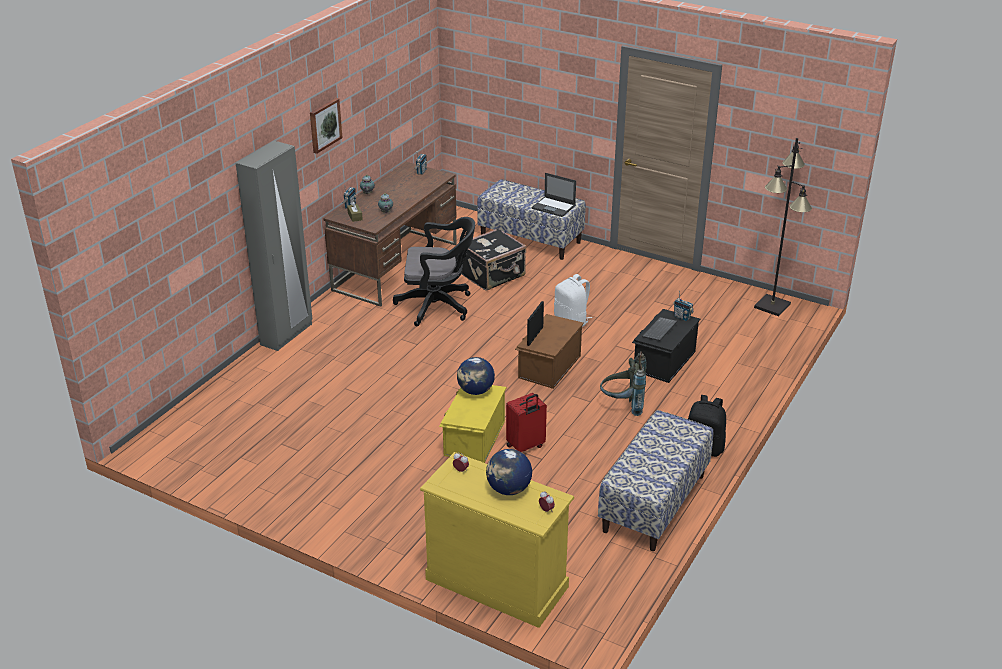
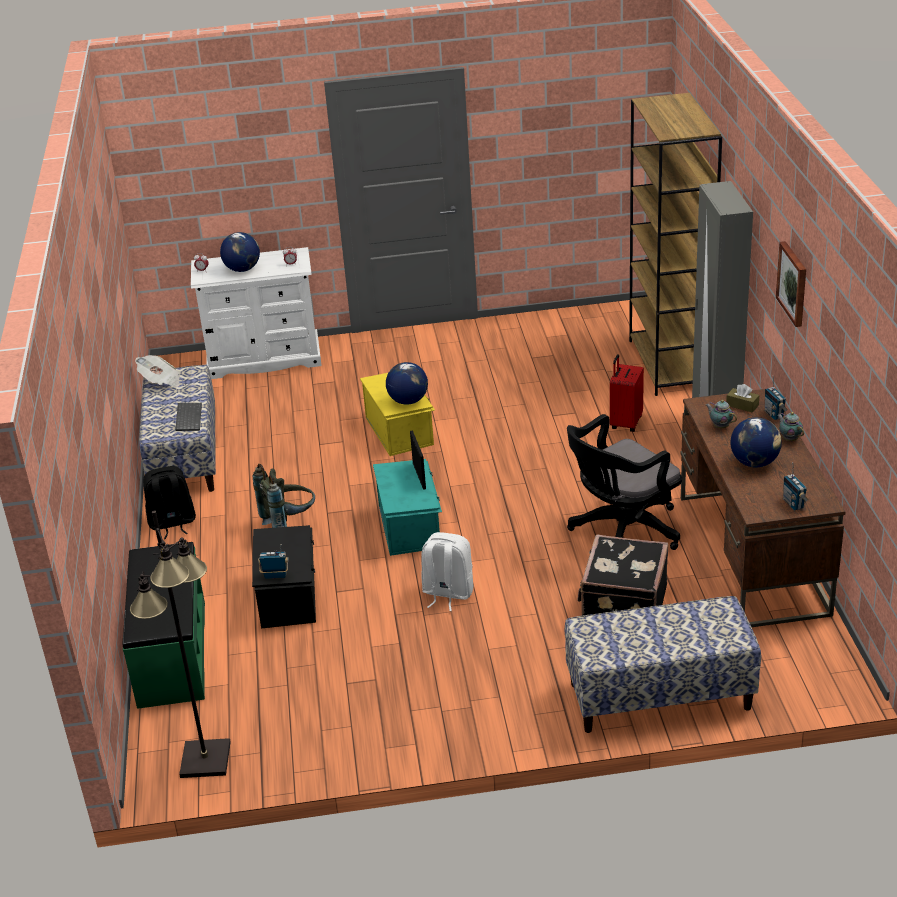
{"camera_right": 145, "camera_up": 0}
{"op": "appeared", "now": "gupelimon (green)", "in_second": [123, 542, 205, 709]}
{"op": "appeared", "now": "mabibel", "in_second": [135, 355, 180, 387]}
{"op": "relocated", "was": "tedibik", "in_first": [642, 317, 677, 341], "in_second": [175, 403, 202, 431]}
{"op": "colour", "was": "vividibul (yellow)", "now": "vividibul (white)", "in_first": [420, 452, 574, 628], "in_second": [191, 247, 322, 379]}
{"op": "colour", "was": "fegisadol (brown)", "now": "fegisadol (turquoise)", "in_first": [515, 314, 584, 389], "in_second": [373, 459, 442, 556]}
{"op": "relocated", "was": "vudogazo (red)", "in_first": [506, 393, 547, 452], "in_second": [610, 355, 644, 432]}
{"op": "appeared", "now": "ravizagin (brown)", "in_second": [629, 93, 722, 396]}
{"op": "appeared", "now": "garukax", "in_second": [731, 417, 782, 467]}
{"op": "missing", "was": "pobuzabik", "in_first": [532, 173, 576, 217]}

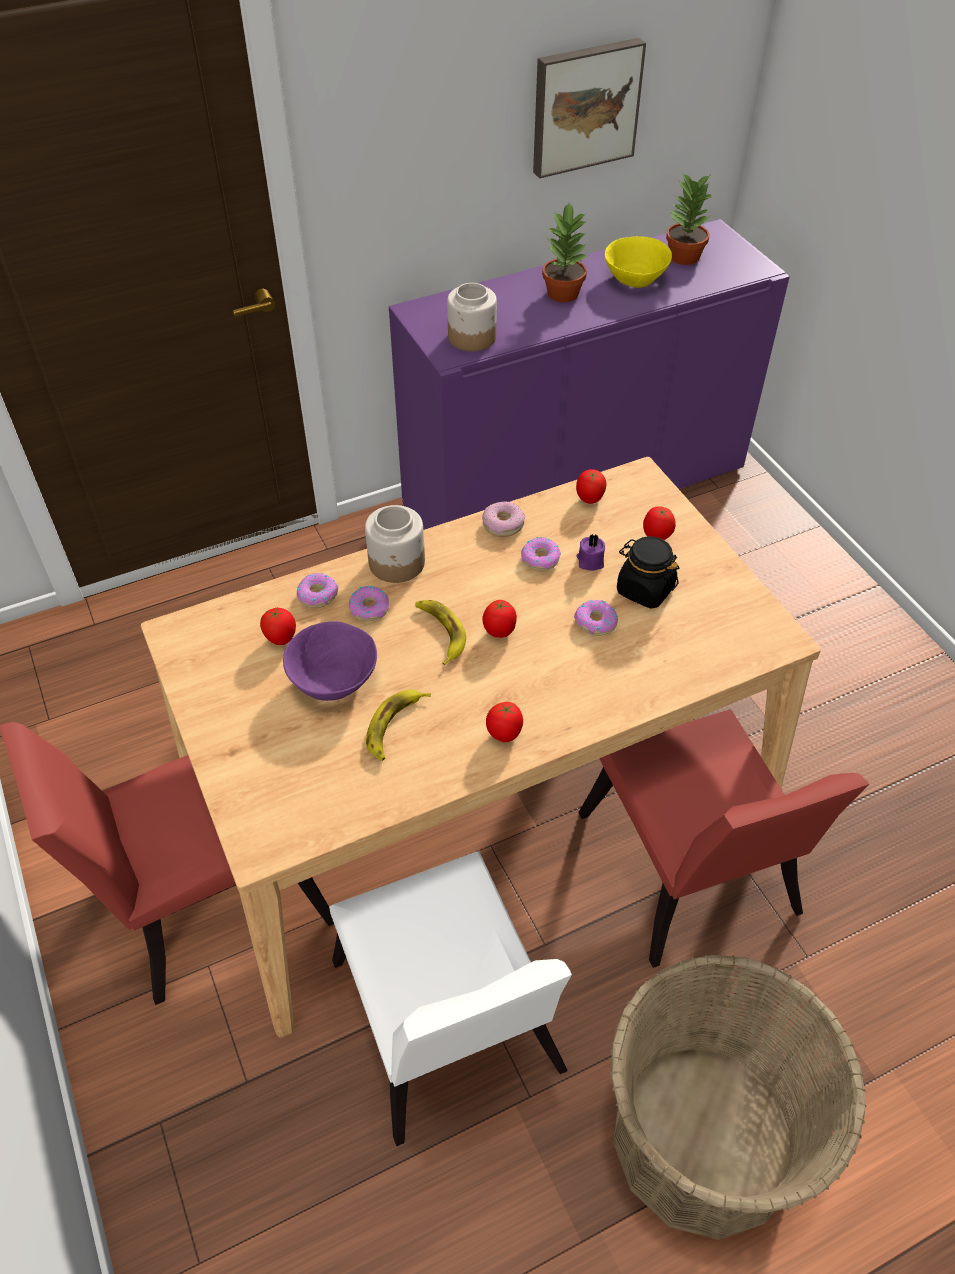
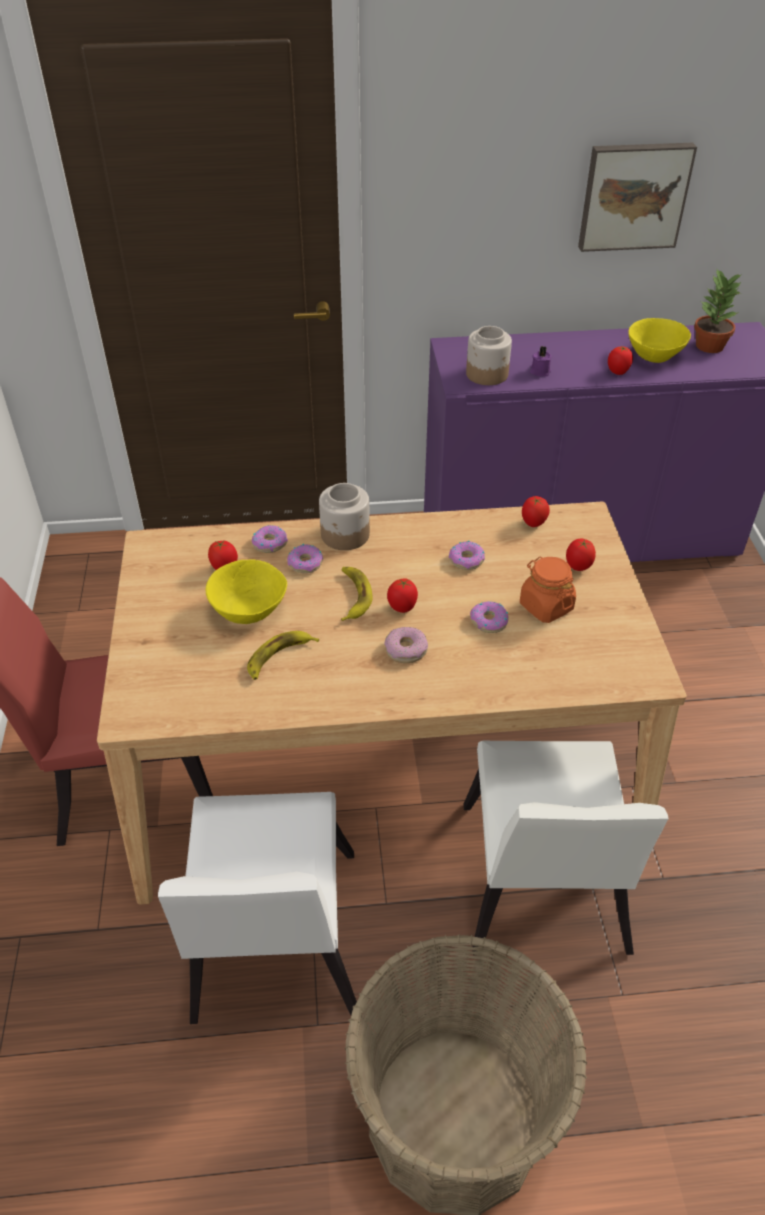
{"camera_right": 20, "camera_up": -5}
{"op": "colour", "was": "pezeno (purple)", "now": "pezeno (yellow)", "in_first": [283, 621, 377, 701], "in_second": [206, 559, 287, 624]}
{"op": "relocated", "was": "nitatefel", "in_first": [482, 501, 525, 537], "in_second": [384, 627, 428, 663]}
{"op": "colour", "was": "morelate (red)", "now": "morelate (white)", "in_first": [578, 709, 869, 968], "in_second": [464, 741, 669, 955]}
{"op": "colour", "was": "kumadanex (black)", "now": "kumadanex (orange)", "in_first": [617, 536, 679, 609], "in_second": [520, 556, 576, 623]}
{"op": "relocated", "was": "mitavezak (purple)", "in_first": [577, 534, 605, 571], "in_second": [530, 346, 552, 376]}
{"op": "relocated", "was": "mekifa", "in_first": [486, 702, 523, 742], "in_second": [608, 346, 633, 375]}
{"op": "missing", "was": "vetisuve", "in_first": [542, 201, 590, 302]}

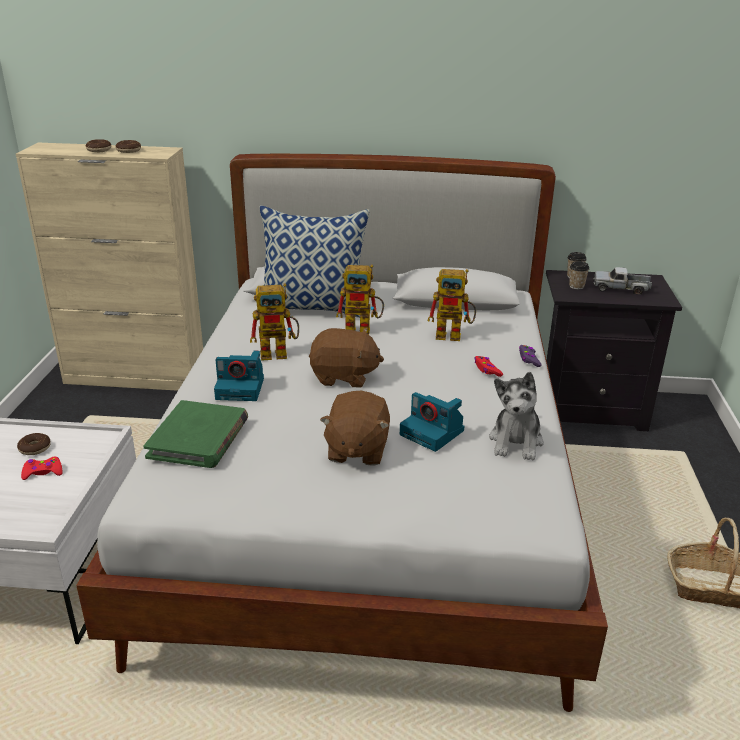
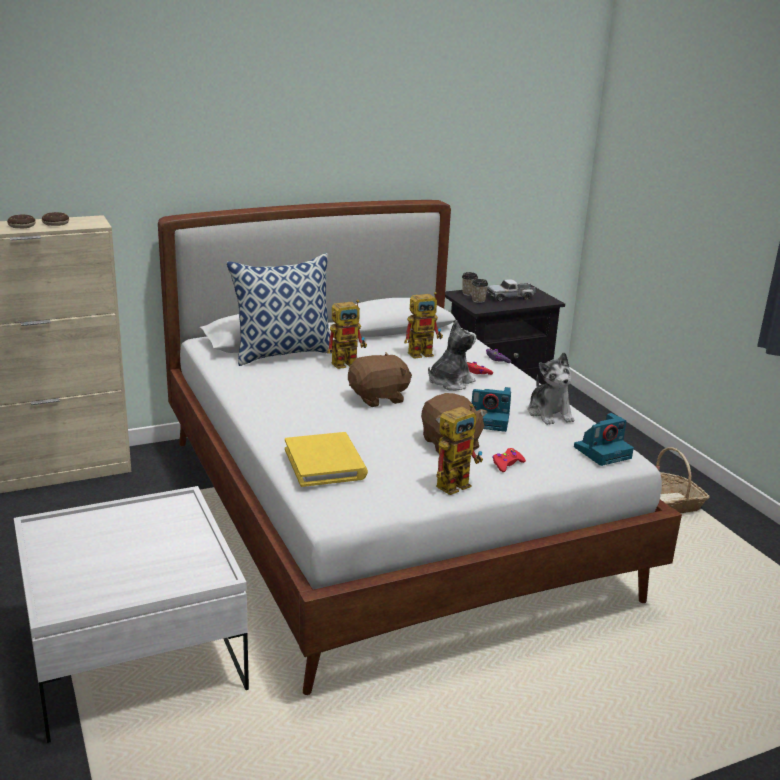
{"camera_right": -30, "camera_up": -5}
{"op": "colour", "was": "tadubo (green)", "now": "tadubo (yellow)", "in_first": [143, 400, 248, 468], "in_second": [285, 432, 368, 487]}
{"op": "appeared", "now": "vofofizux", "in_second": [428, 320, 477, 391]}
{"op": "relocated", "was": "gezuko", "in_first": [250, 283, 299, 361], "in_second": [436, 404, 483, 495]}
{"op": "relocated", "was": "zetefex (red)", "in_first": [21, 457, 62, 480], "in_second": [492, 448, 526, 472]}
{"op": "relocated", "was": "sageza", "in_first": [214, 351, 264, 401], "in_second": [574, 413, 634, 466]}
{"op": "missing", "was": "nitatefel", "in_first": [17, 433, 50, 455]}

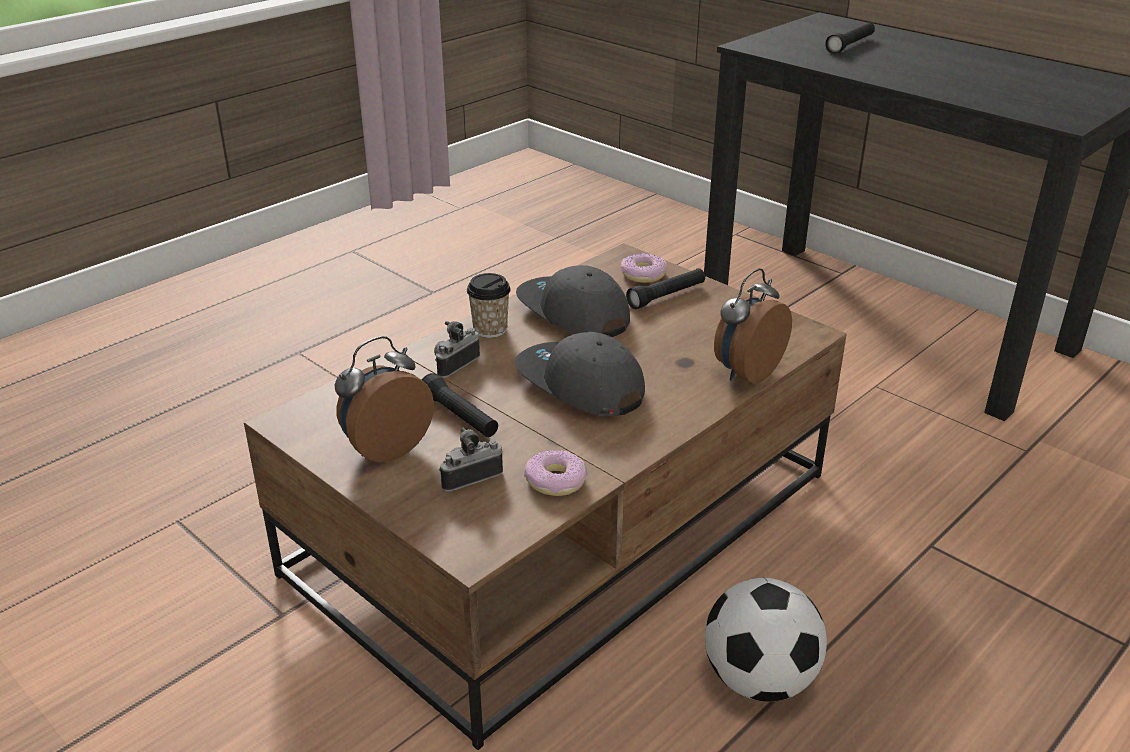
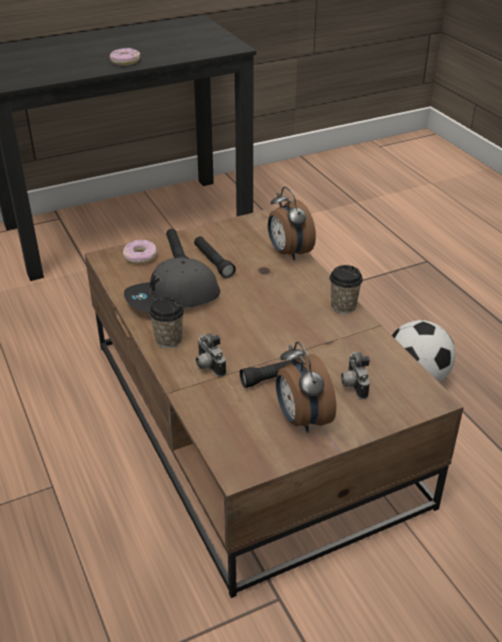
{"camera_right": -70, "camera_up": 5}
{"op": "relocated", "was": "nitatefel", "in_first": [524, 450, 587, 496], "in_second": [110, 48, 140, 66]}
{"op": "relocated", "was": "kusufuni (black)", "in_first": [825, 22, 875, 54], "in_second": [194, 236, 236, 278]}
{"op": "appeared", "now": "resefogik", "in_second": [329, 265, 363, 314]}
{"op": "missing", "was": "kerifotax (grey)", "in_first": [515, 332, 645, 416]}

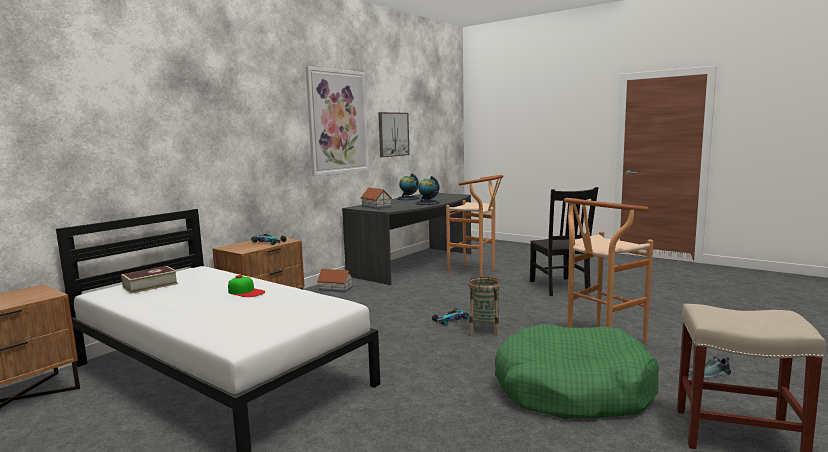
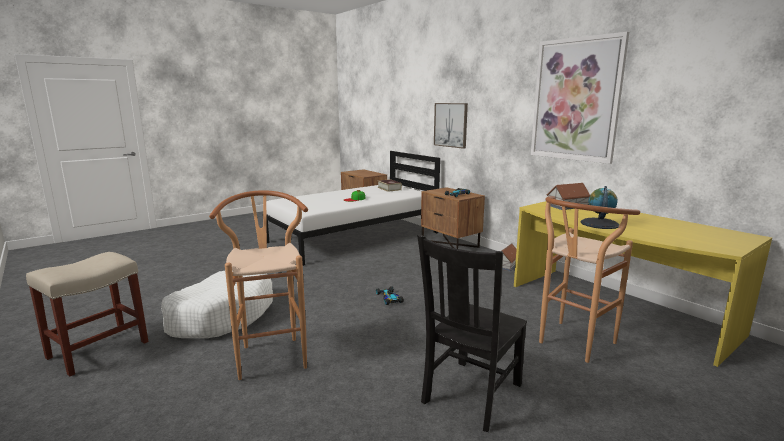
{"camera_right": 105, "camera_up": 5}
{"op": "colour", "was": "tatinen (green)", "now": "tatinen (white)", "in_first": [495, 324, 659, 419], "in_second": [161, 271, 273, 338]}
{"op": "spun", "was": "morelate (black)", "in_first": [530, 187, 599, 296], "in_second": [418, 235, 527, 432], "clockwise": -60}
{"op": "relocated", "was": "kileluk", "in_first": [378, 112, 410, 157], "in_second": [434, 103, 468, 149]}
{"op": "colour", "was": "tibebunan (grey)", "now": "tibebunan (yellow)", "in_first": [342, 193, 471, 285], "in_second": [514, 201, 772, 367]}
{"op": "missing", "was": "garukax", "in_first": [397, 173, 419, 200]}
{"op": "missing", "was": "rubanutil", "in_first": [468, 277, 500, 336]}
{"op": "missing", "was": "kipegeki", "in_first": [689, 356, 731, 378]}

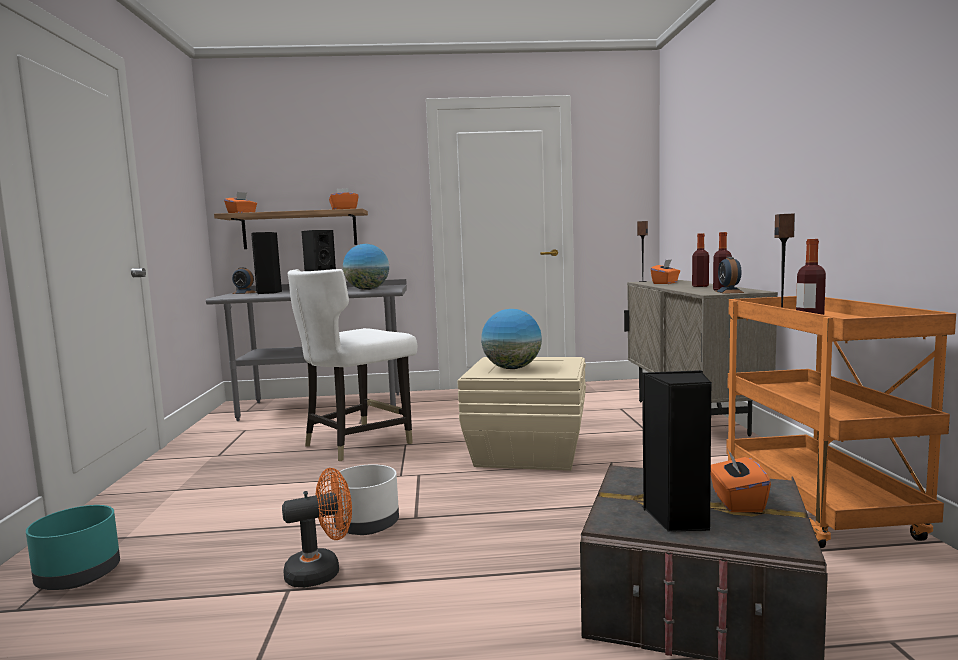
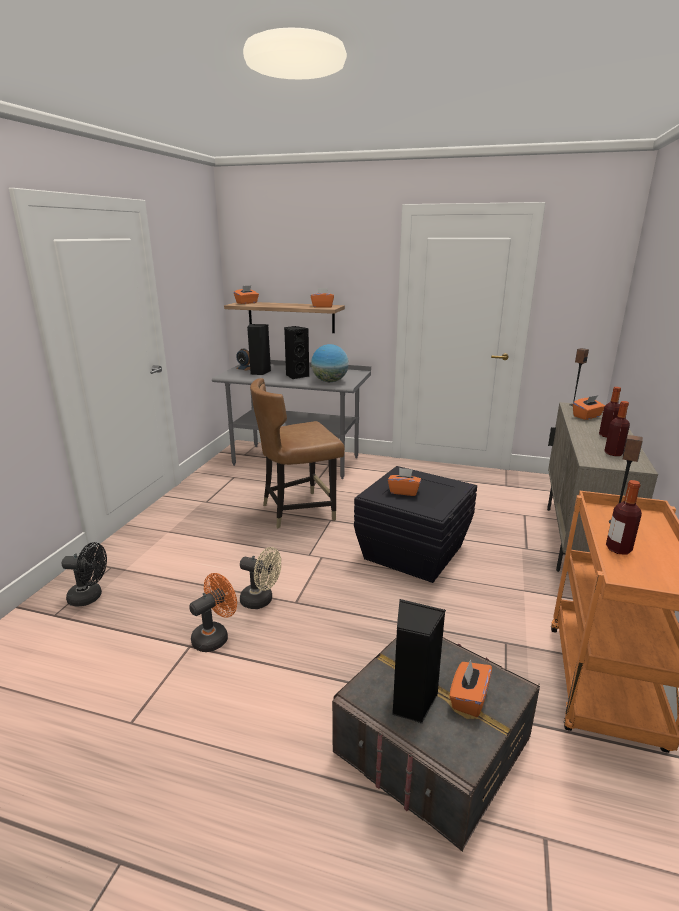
{"camera_right": 20, "camera_up": 15}
{"op": "exchanged", "was": "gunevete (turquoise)", "now": "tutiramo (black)", "in_first": [26, 505, 120, 590], "in_second": [61, 542, 107, 606]}
{"op": "spun", "was": "tutiramo (orange)", "in_first": [282, 468, 352, 588], "in_second": [189, 573, 237, 652], "clockwise": -45}
{"op": "exchanged", "was": "gunevete (white)", "now": "tutiramo (beige)", "in_first": [333, 464, 399, 535], "in_second": [240, 547, 281, 609]}
{"op": "colour", "was": "morelate (white)", "now": "morelate (brown)", "in_first": [288, 269, 417, 461], "in_second": [250, 378, 345, 528]}
{"op": "colour", "was": "fegisadol (beige)", "now": "fegisadol (black)", "in_first": [457, 357, 586, 471], "in_second": [354, 466, 477, 583]}
{"op": "exchanged", "was": "garukax", "now": "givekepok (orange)", "in_first": [481, 309, 542, 369], "in_second": [388, 468, 421, 496]}
{"op": "missing", "was": "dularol", "in_first": [715, 257, 744, 294]}

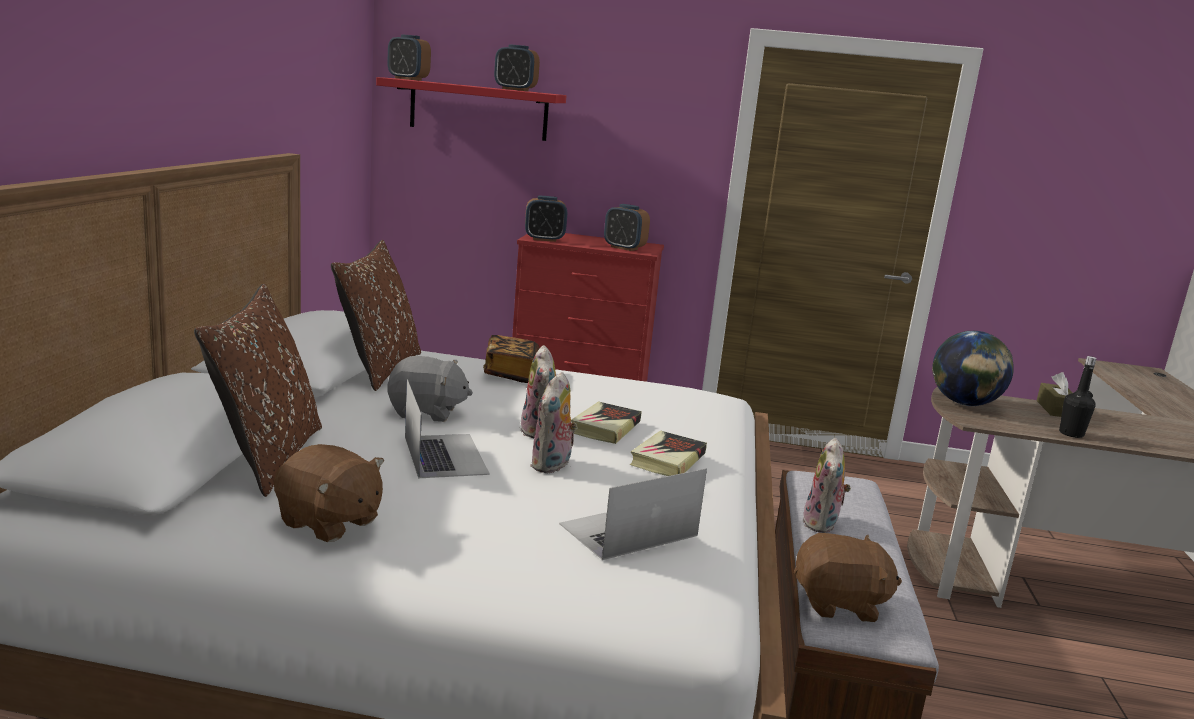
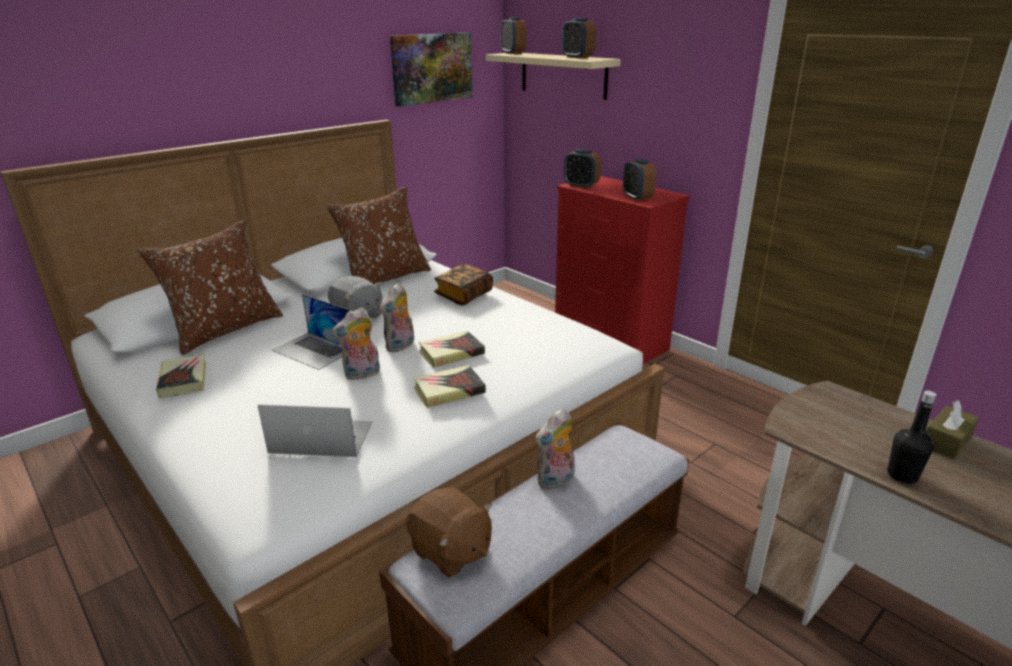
{"camera_right": 40, "camera_up": 10}
{"op": "exchanged", "was": "vofofizux (brown)", "now": "tadubo", "in_first": [274, 444, 384, 542], "in_second": [156, 354, 206, 398]}
{"op": "spun", "was": "pobuzabik", "in_first": [405, 379, 490, 478], "in_second": [272, 294, 350, 370], "clockwise": 105}
{"op": "appeared", "now": "kileluk", "in_second": [390, 32, 473, 107]}
{"op": "colour", "was": "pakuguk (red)", "now": "pakuguk (beige)", "in_first": [376, 77, 566, 141], "in_second": [486, 53, 621, 100]}
{"op": "missing", "was": "garukax", "in_first": [932, 331, 1014, 406]}

